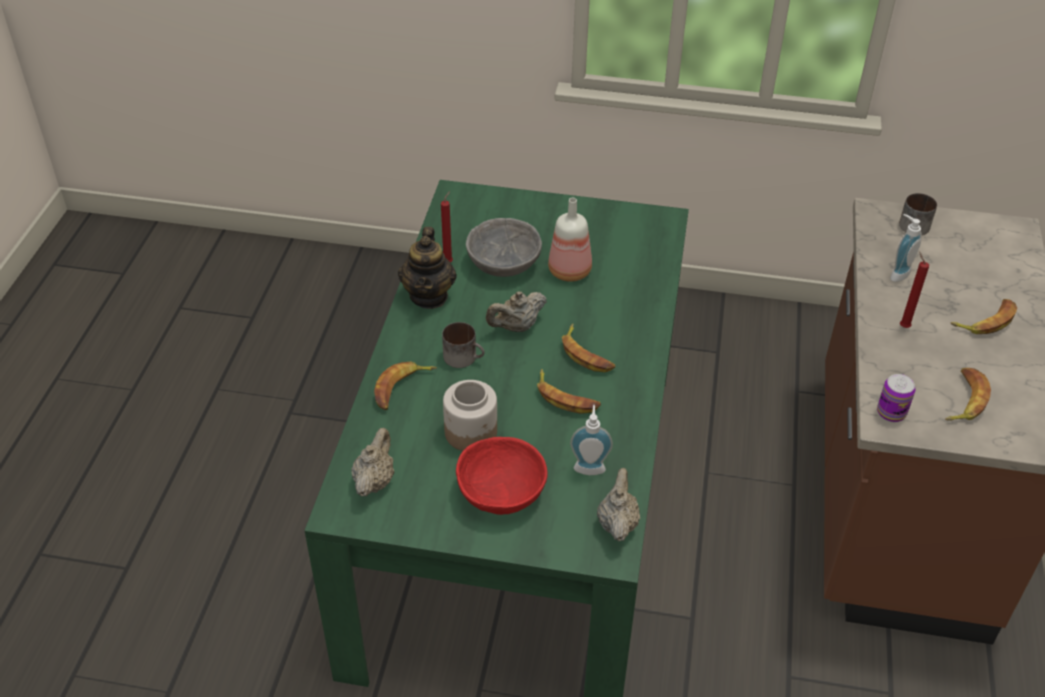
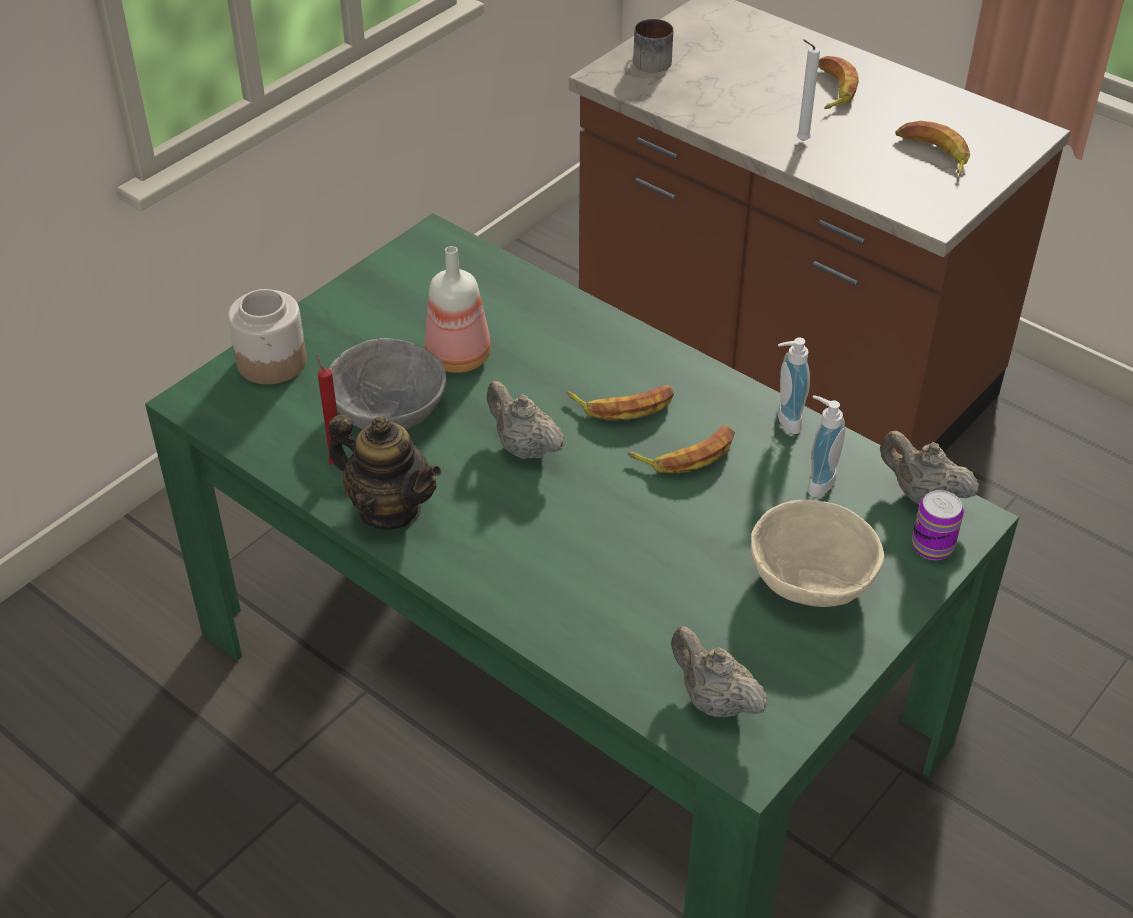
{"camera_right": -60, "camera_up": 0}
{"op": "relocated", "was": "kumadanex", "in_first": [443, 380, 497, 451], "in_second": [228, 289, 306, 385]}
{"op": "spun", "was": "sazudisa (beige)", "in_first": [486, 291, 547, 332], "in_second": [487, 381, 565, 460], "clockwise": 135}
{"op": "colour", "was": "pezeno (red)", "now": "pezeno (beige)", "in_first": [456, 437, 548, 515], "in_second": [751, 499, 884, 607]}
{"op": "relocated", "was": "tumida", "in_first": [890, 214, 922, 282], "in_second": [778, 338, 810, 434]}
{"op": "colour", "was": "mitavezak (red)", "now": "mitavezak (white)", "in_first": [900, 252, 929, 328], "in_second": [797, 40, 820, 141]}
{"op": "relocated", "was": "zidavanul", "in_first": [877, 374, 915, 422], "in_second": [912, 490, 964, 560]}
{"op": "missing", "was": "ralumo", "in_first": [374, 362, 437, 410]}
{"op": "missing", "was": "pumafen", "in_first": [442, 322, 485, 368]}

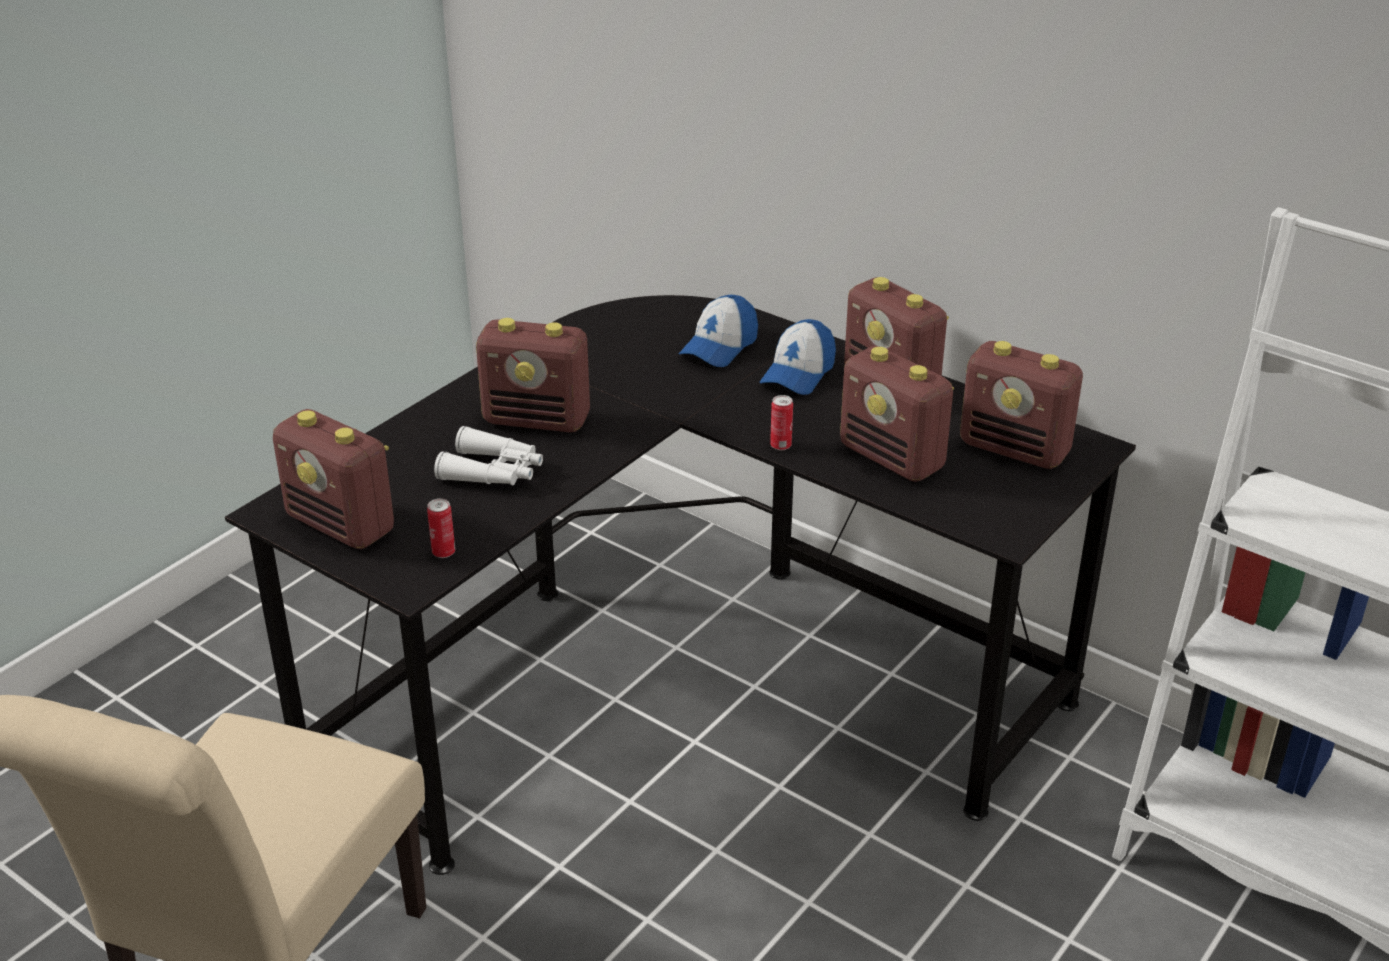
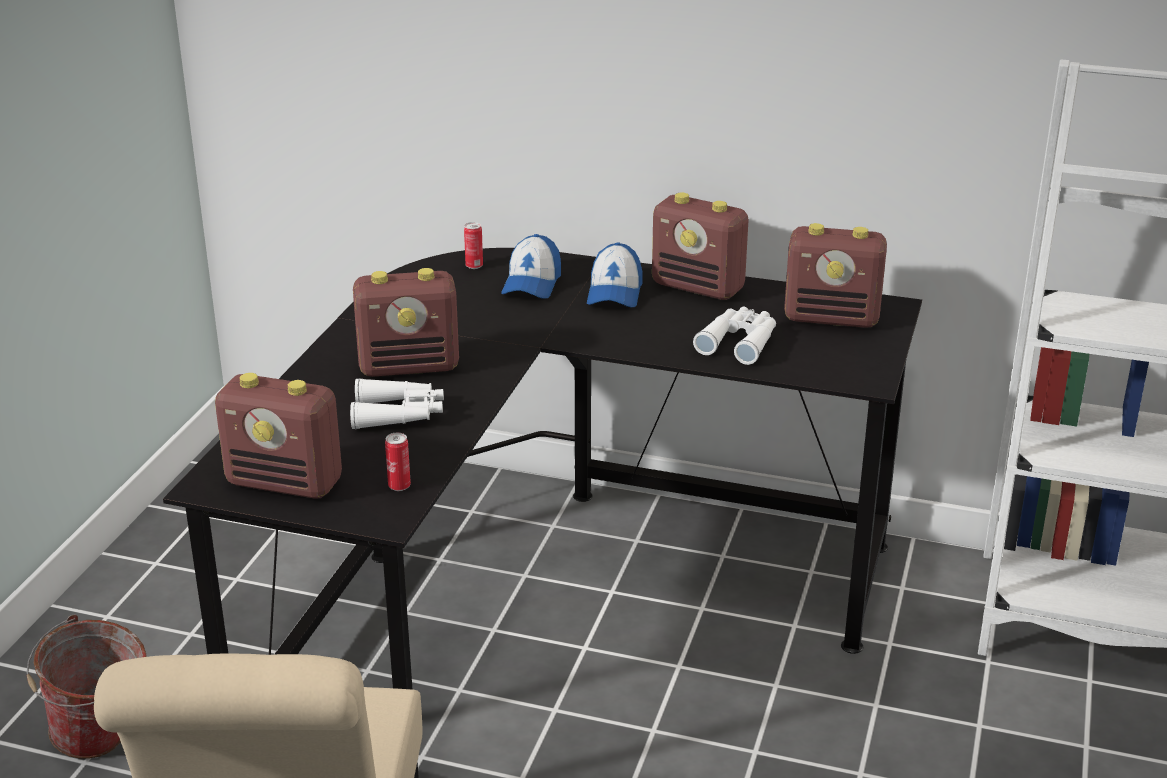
{"camera_right": -20, "camera_up": -5}
{"op": "appeared", "now": "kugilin", "in_second": [27, 615, 146, 759]}
{"op": "relocated", "was": "zidavanul", "in_first": [770, 395, 793, 451], "in_second": [464, 222, 483, 269]}
{"op": "exchanged", "was": "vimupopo", "now": "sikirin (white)", "in_first": [840, 346, 954, 482], "in_second": [693, 307, 776, 365]}

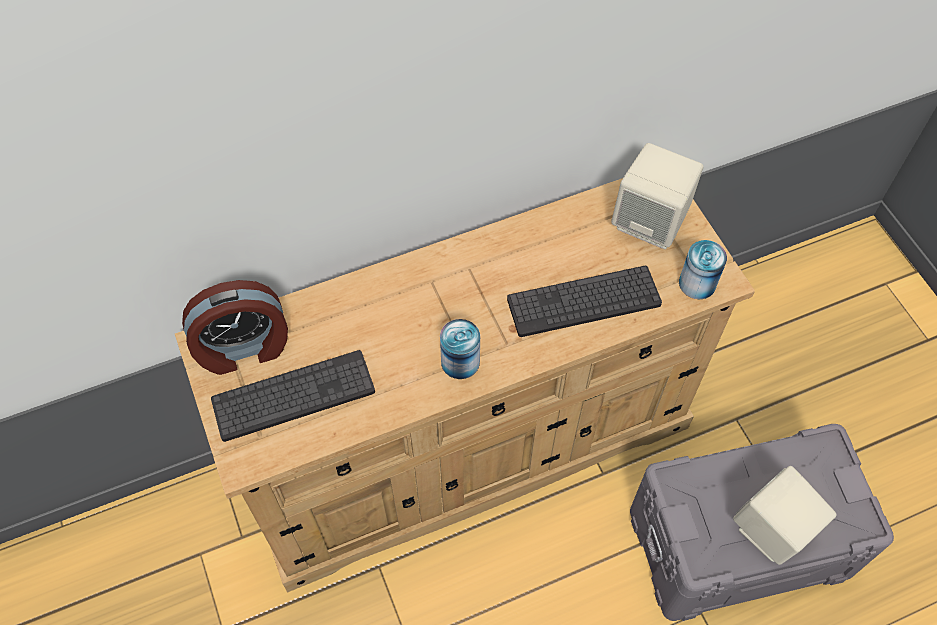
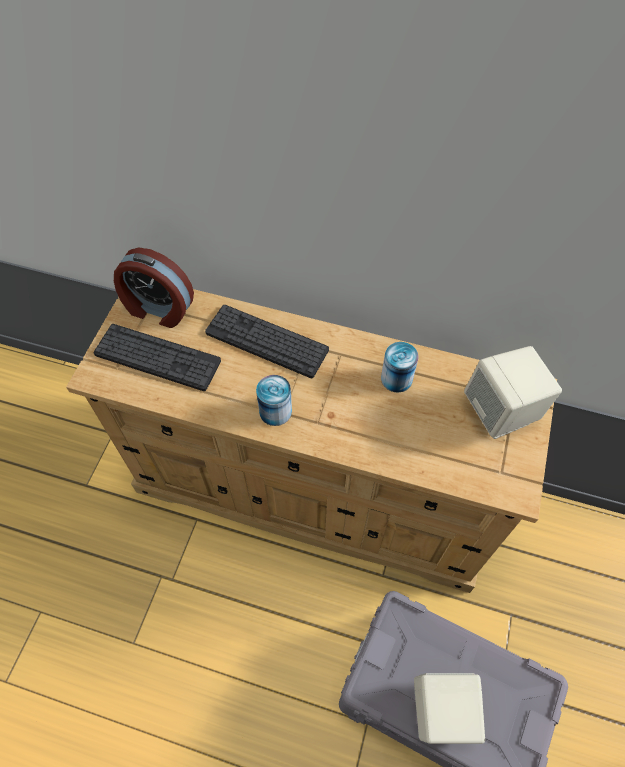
{"camera_right": 40, "camera_up": 0}
{"op": "relocated", "was": "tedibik", "in_first": [507, 266, 662, 337], "in_second": [205, 305, 329, 378]}
{"op": "relocated", "was": "zidavanul", "in_first": [679, 240, 727, 299], "in_second": [381, 342, 418, 393]}

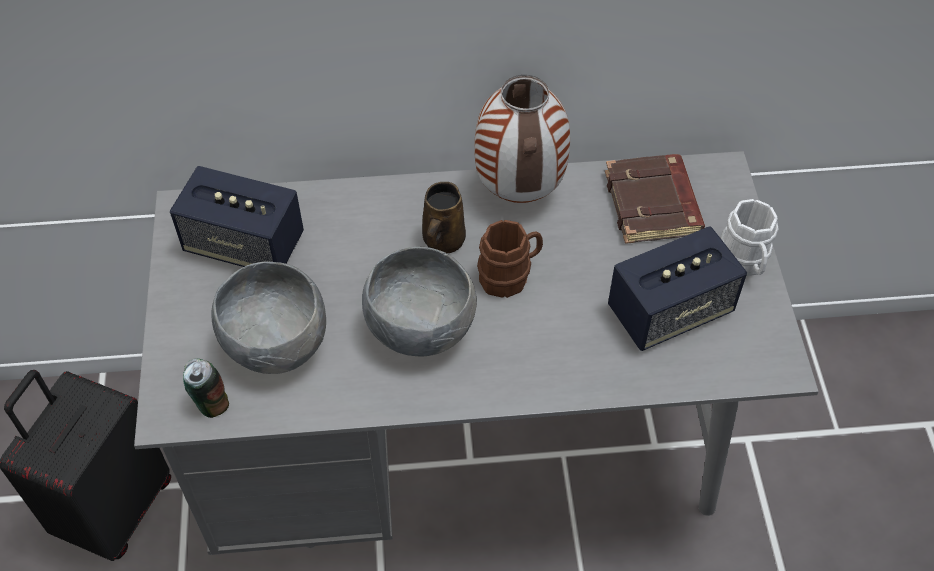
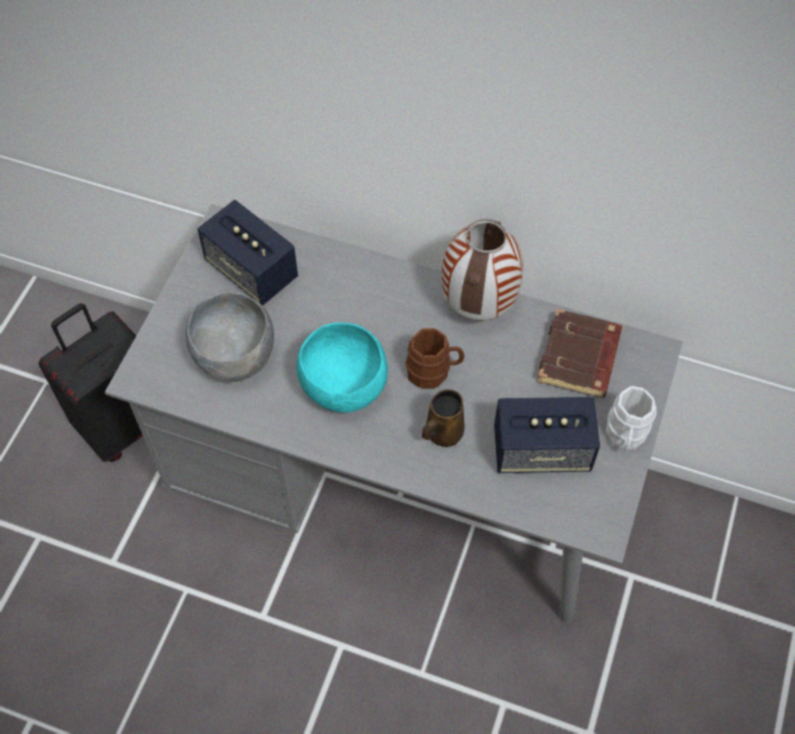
{"camera_right": 25, "camera_up": 5}
{"op": "colour", "was": "pezeno (grey)", "now": "pezeno (turquoise)", "in_first": [362, 246, 477, 356], "in_second": [296, 322, 388, 412]}
{"op": "relocated", "was": "pumafen (brown)", "in_first": [422, 182, 466, 253], "in_second": [422, 389, 465, 447]}
{"op": "missing", "was": "zidavanul", "in_first": [183, 358, 229, 418]}

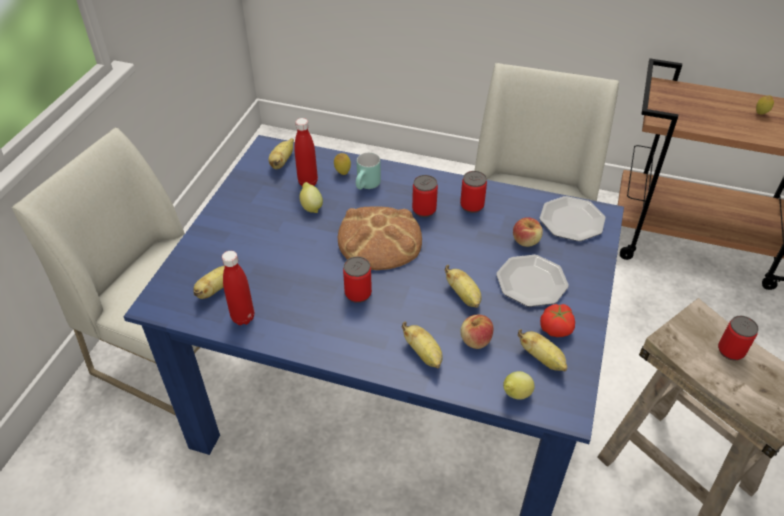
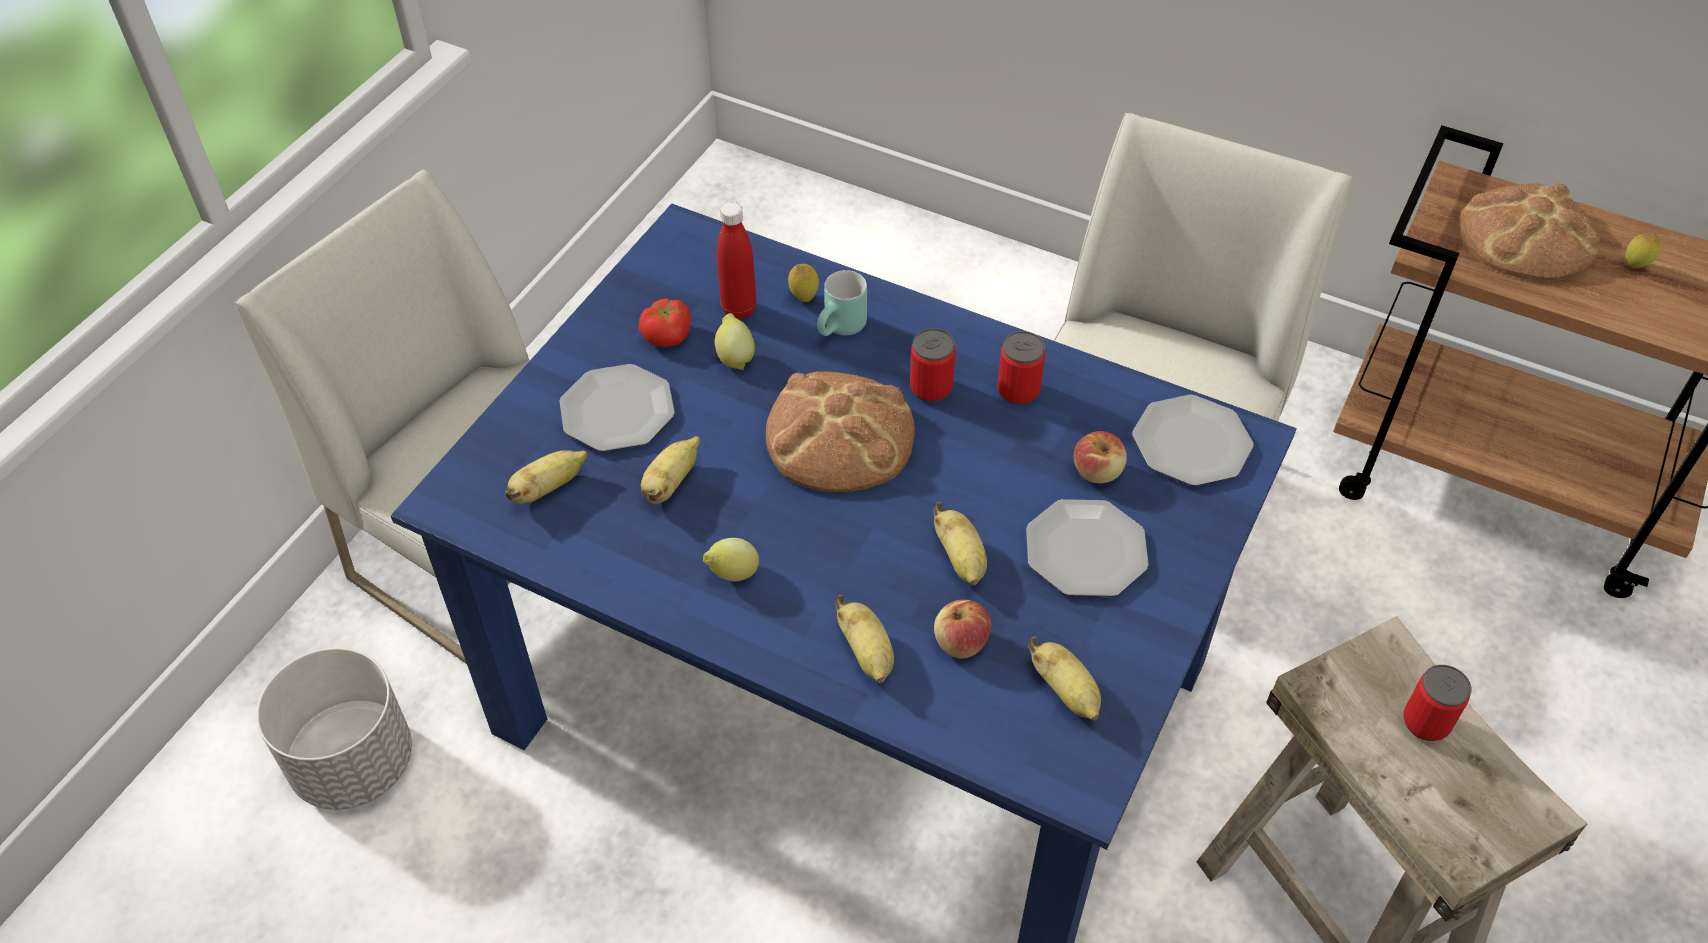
{"camera_right": 10, "camera_up": 5}
{"op": "appeared", "now": "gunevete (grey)", "in_second": [257, 648, 412, 810]}
{"op": "appeared", "now": "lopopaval", "in_second": [560, 364, 675, 452]}
{"op": "relocated", "was": "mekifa", "in_first": [540, 304, 575, 337], "in_second": [639, 298, 691, 347]}
{"op": "relocated", "was": "ralumo", "in_first": [268, 138, 294, 169], "in_second": [641, 436, 700, 504]}
{"op": "relocated", "was": "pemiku", "in_first": [503, 371, 535, 400], "in_second": [703, 538, 759, 581]}
{"op": "appeared", "now": "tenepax", "in_second": [1459, 183, 1600, 280]}
{"op": "missing", "was": "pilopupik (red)", "in_first": [222, 251, 254, 325]}
{"op": "missing", "was": "zidavanul", "in_first": [343, 257, 372, 303]}

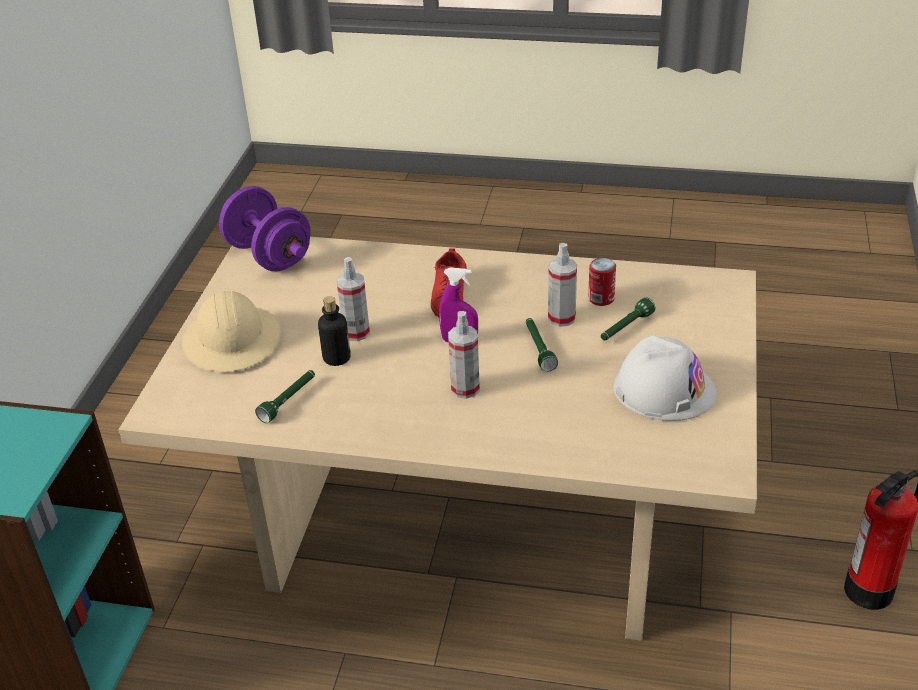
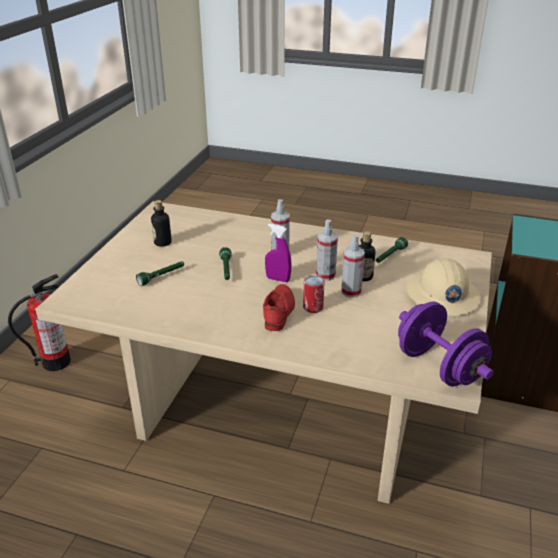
{"camera_right": -175, "camera_up": -5}
{"op": "exchanged", "was": "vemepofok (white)", "now": "pilopupik", "in_first": [613, 335, 717, 421], "in_second": [151, 200, 172, 247]}
{"op": "relocated", "was": "zidavanul", "in_first": [588, 258, 616, 306], "in_second": [303, 276, 324, 313]}
{"op": "relocated", "was": "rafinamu", "in_first": [548, 243, 577, 327], "in_second": [316, 219, 338, 281]}

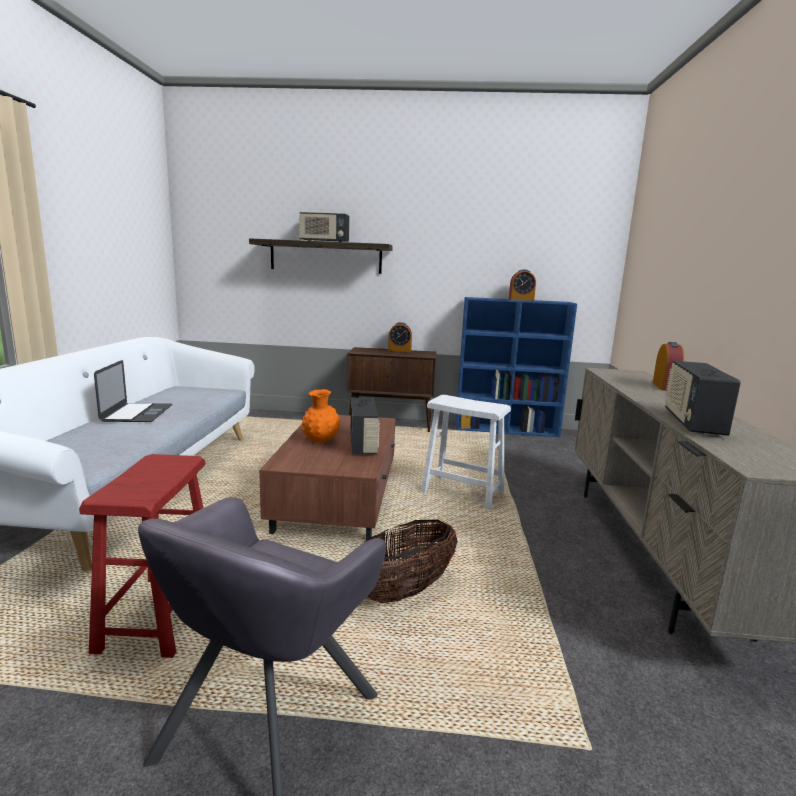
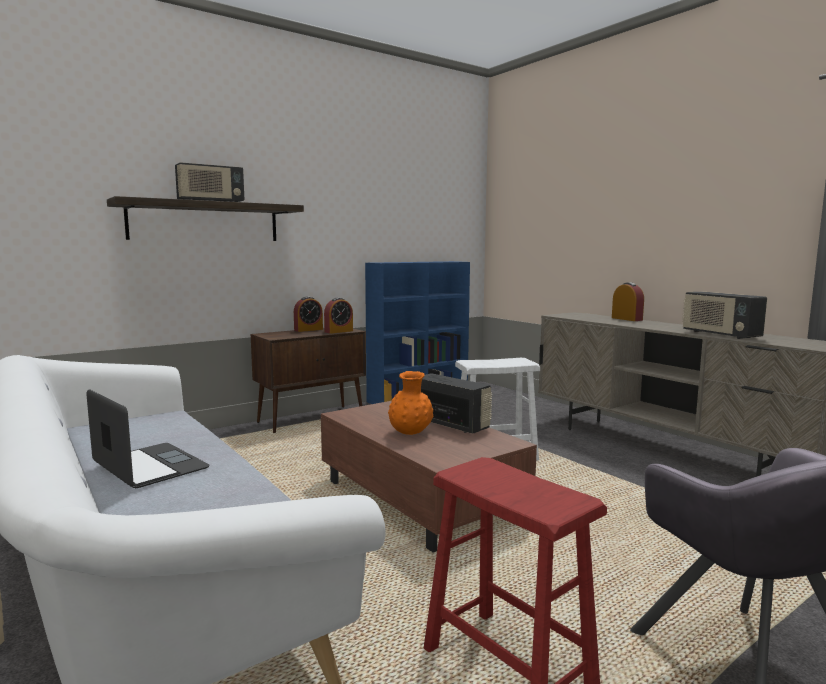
{"camera_right": -40, "camera_up": -5}
{"op": "relocated", "was": "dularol", "in_first": [509, 269, 536, 301], "in_second": [324, 297, 353, 334]}
{"op": "missing", "was": "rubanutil", "in_first": [366, 520, 457, 603]}

